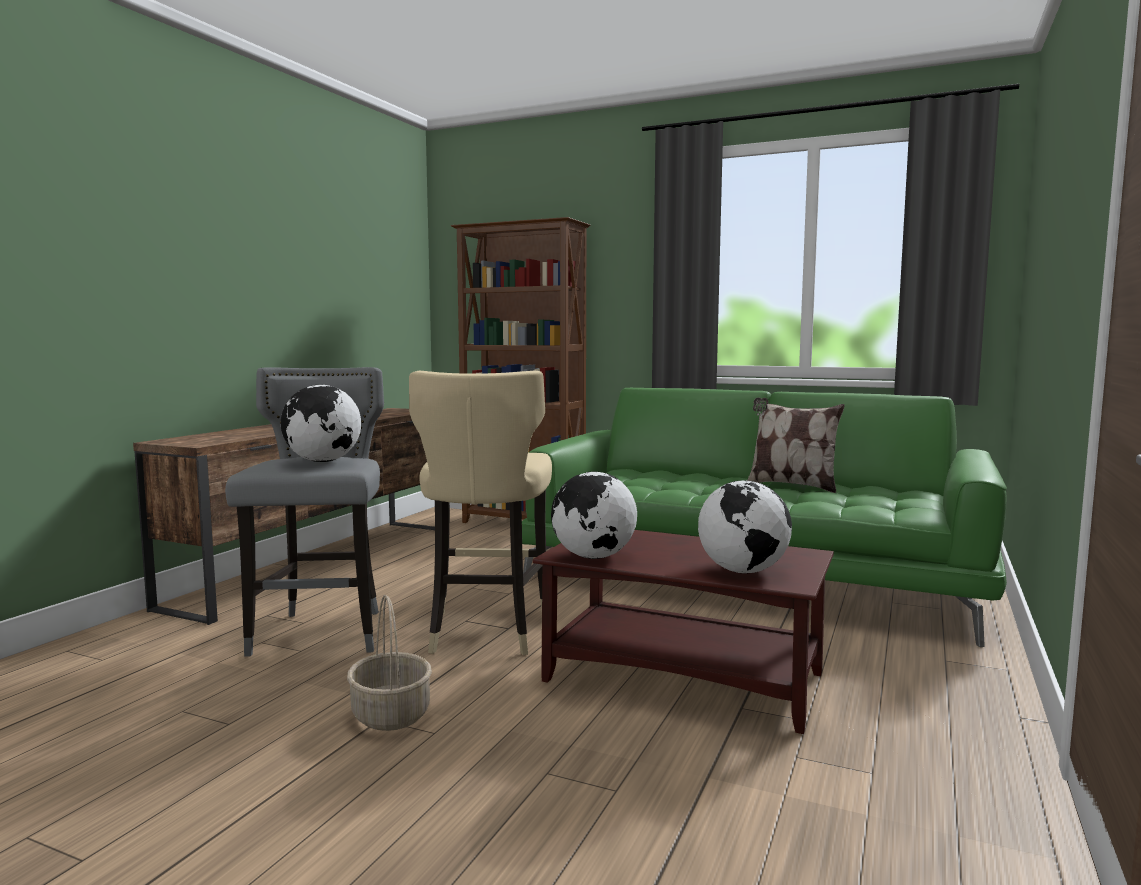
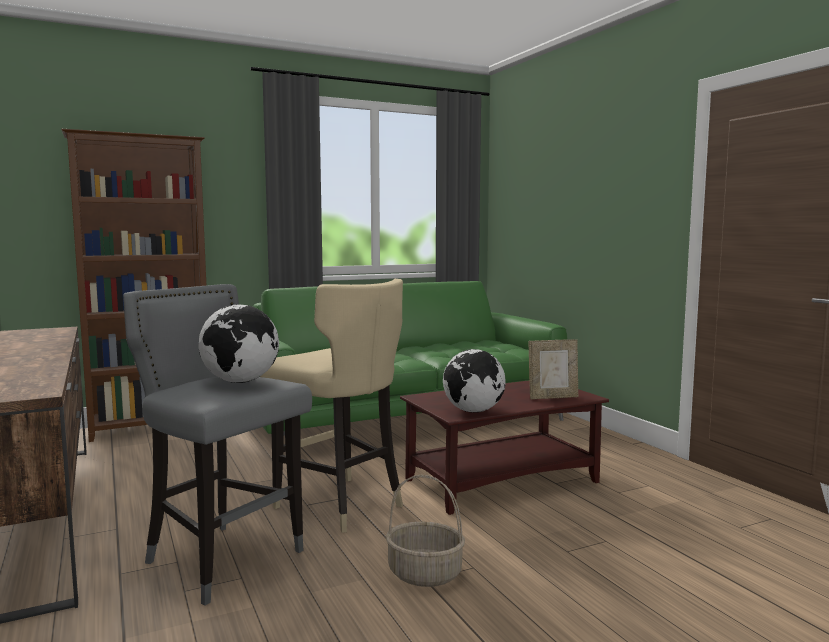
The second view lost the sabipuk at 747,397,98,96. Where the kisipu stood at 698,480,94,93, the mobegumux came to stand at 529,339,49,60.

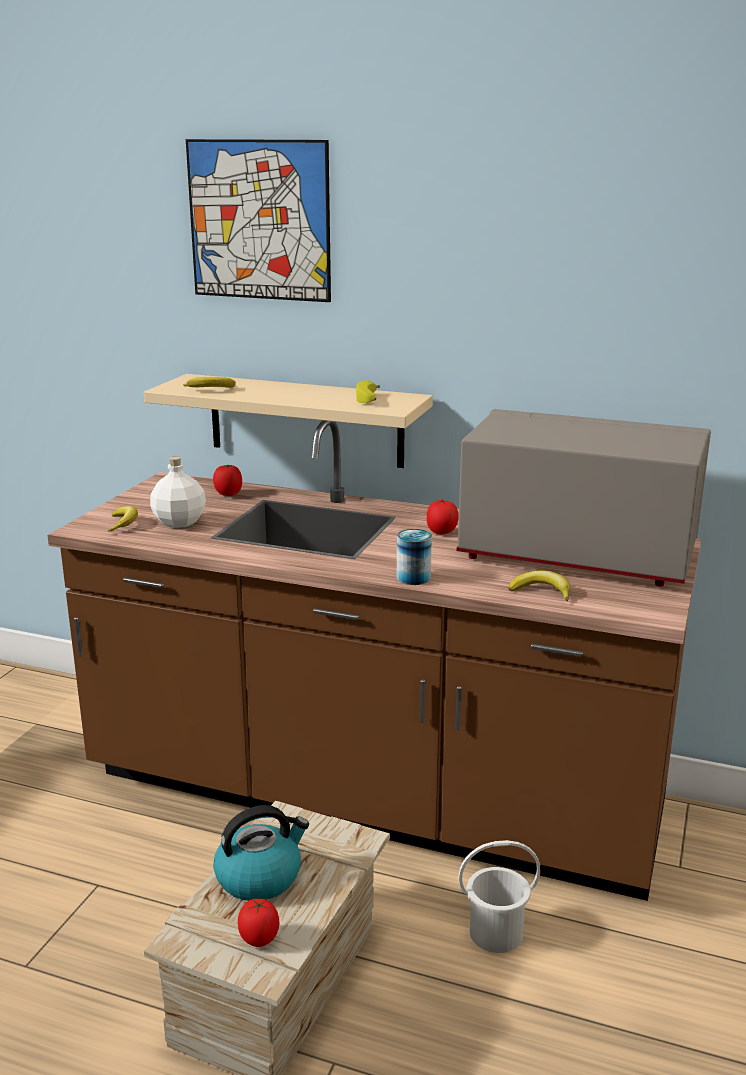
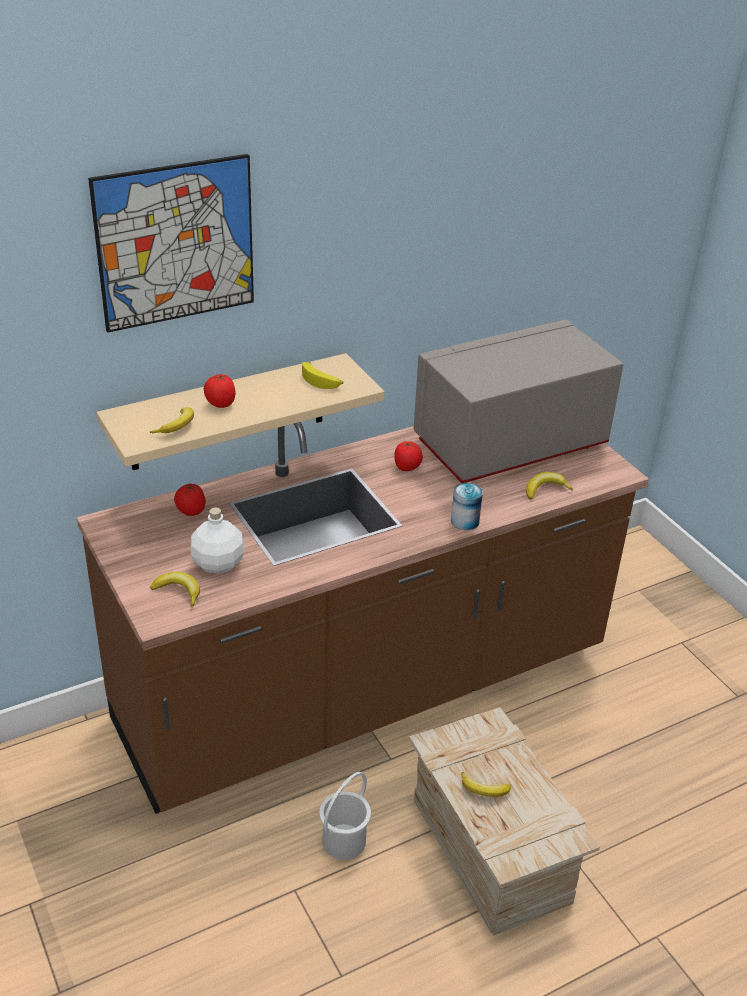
Where the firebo stood at 213,805,96,96, the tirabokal came to stand at 461,772,50,25. The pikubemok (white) ended up elsewhere, having gone from 458,840,83,113 to 319,772,52,88. The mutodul ended up elsewhere, having gone from 238,899,41,48 to 204,374,32,34.

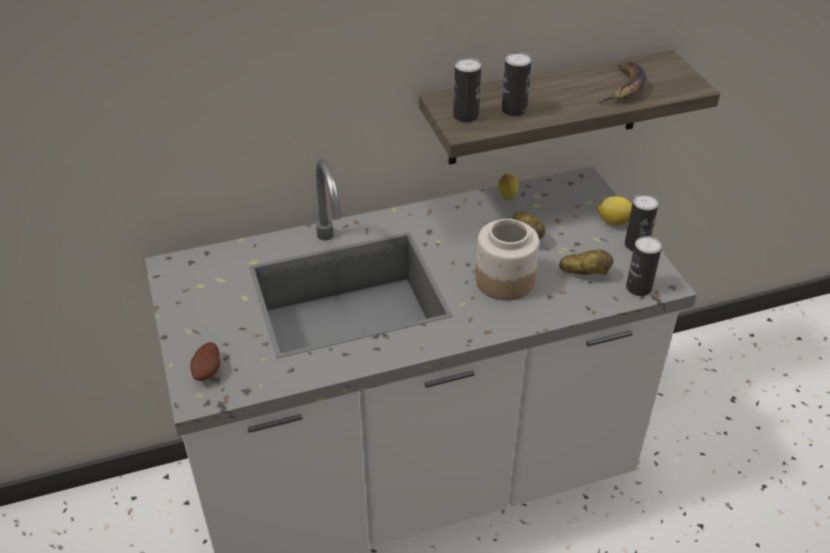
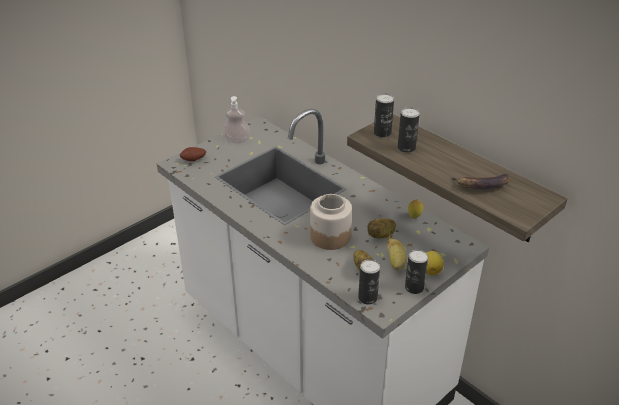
The second view gained the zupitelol at 223,96,27,47. The second view gained the tirabokal at 387,234,19,37.

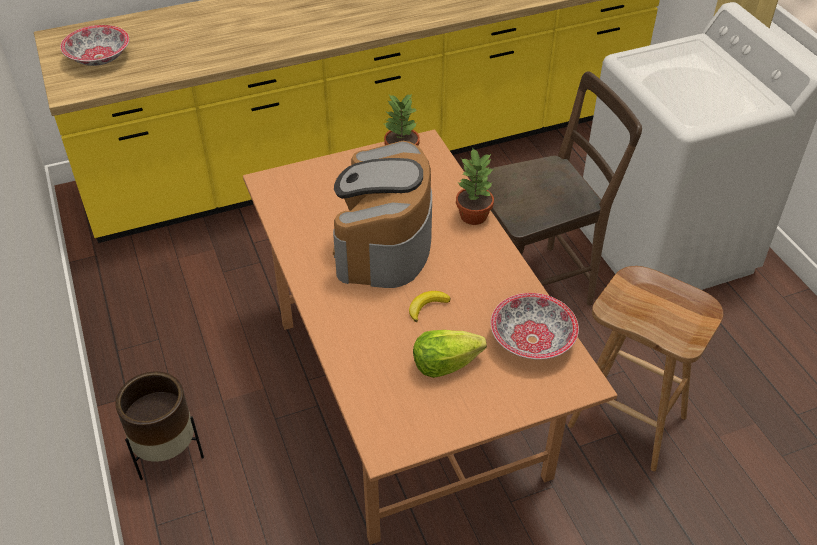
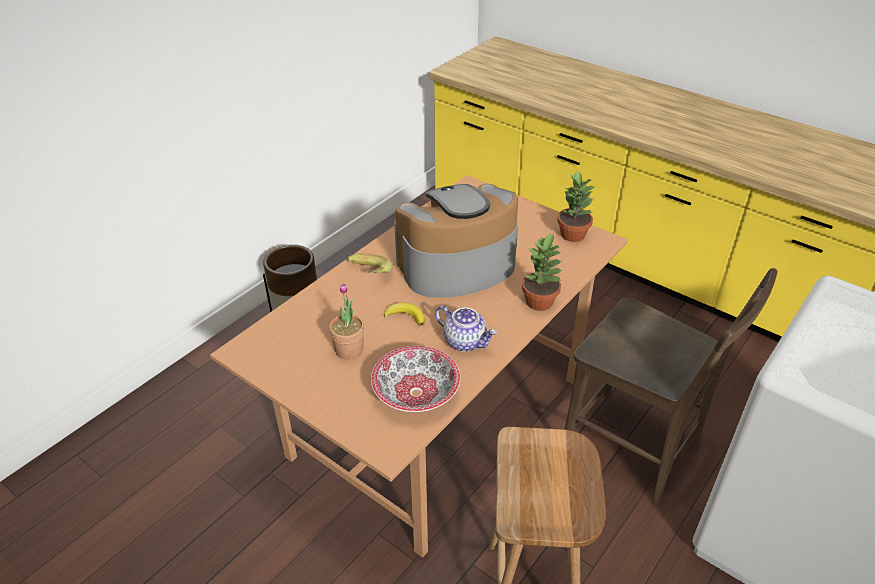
The second view lost the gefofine at 60,25,69,41. Where the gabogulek stood at 413,330,74,48, the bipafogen came to stand at 329,283,35,76. The second view gained the tirabokal at 347,253,46,20. The second view gained the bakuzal at 435,305,62,47.

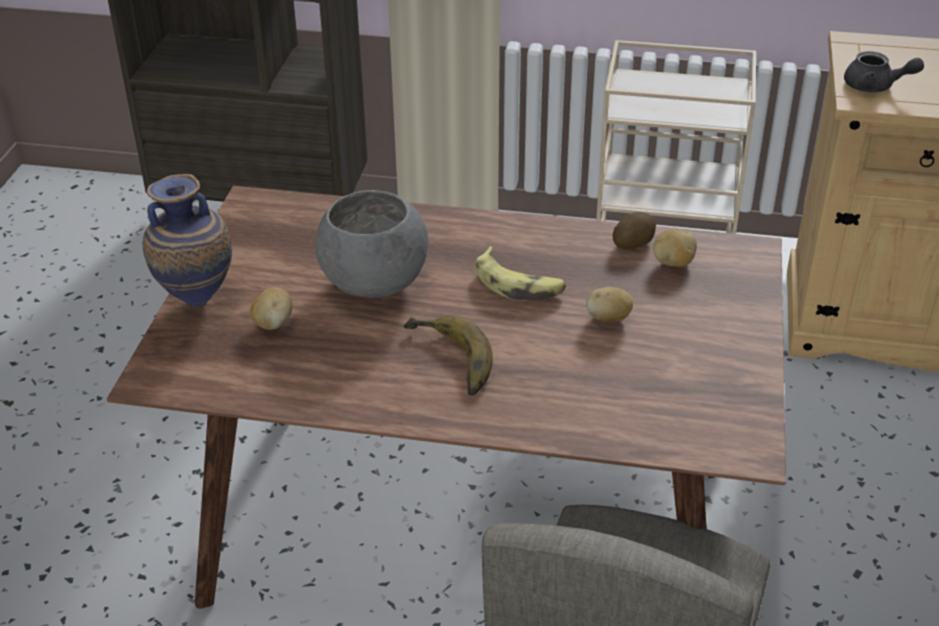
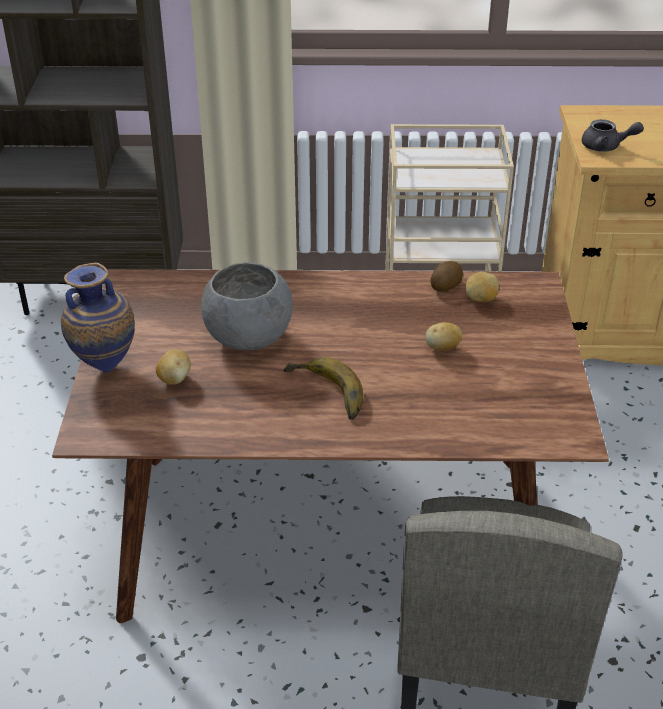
The second view lost the tirabokal at 475,246,91,55.

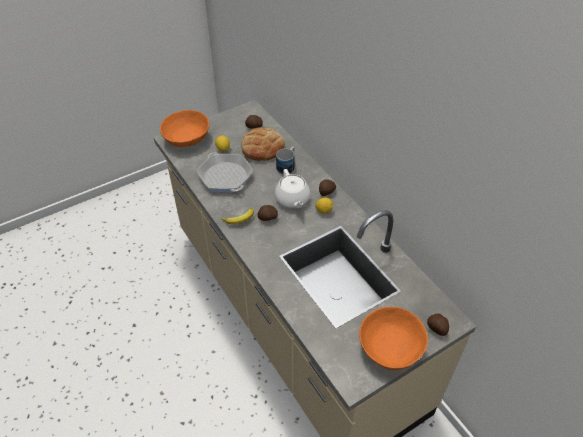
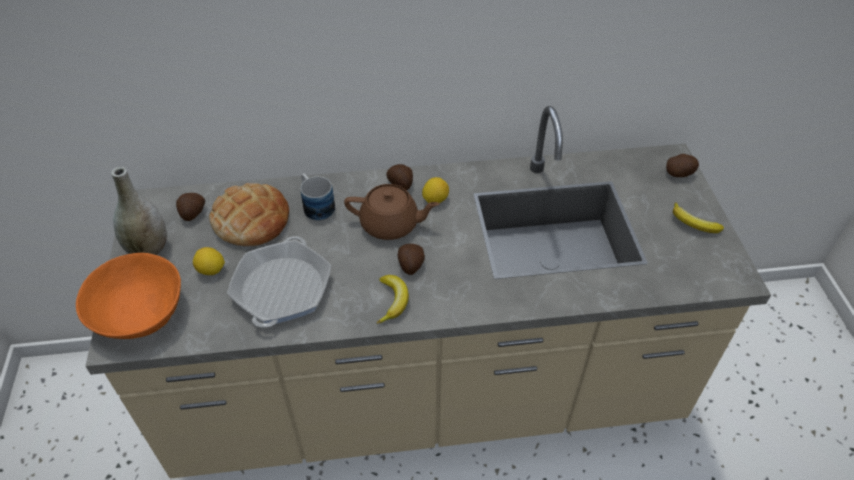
The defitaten at 197,152,56,40 ended up facing another way, 105 degrees clockwise from before. What was the bakuzal (white) at 275,169,35,39 turned into the bakuzal (brown) at 344,184,95,56. Where the gefofine (orange) stood at 359,307,69,63, the tirabokal came to stand at 673,202,51,31. The second view gained the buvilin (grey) at 111,167,56,88.

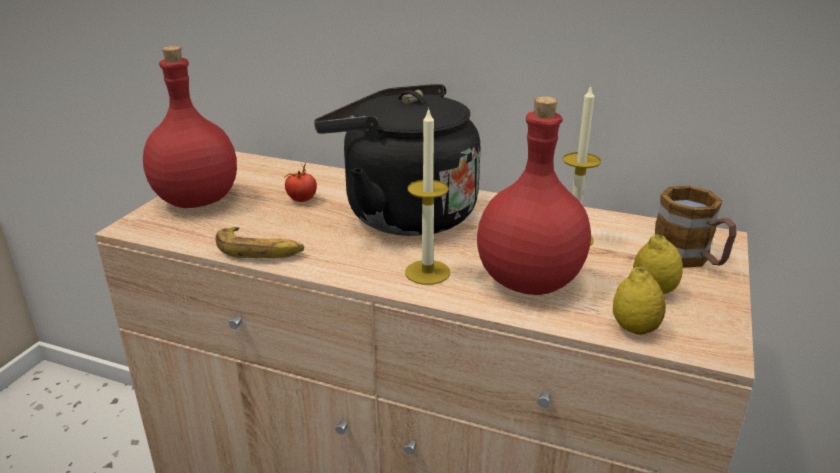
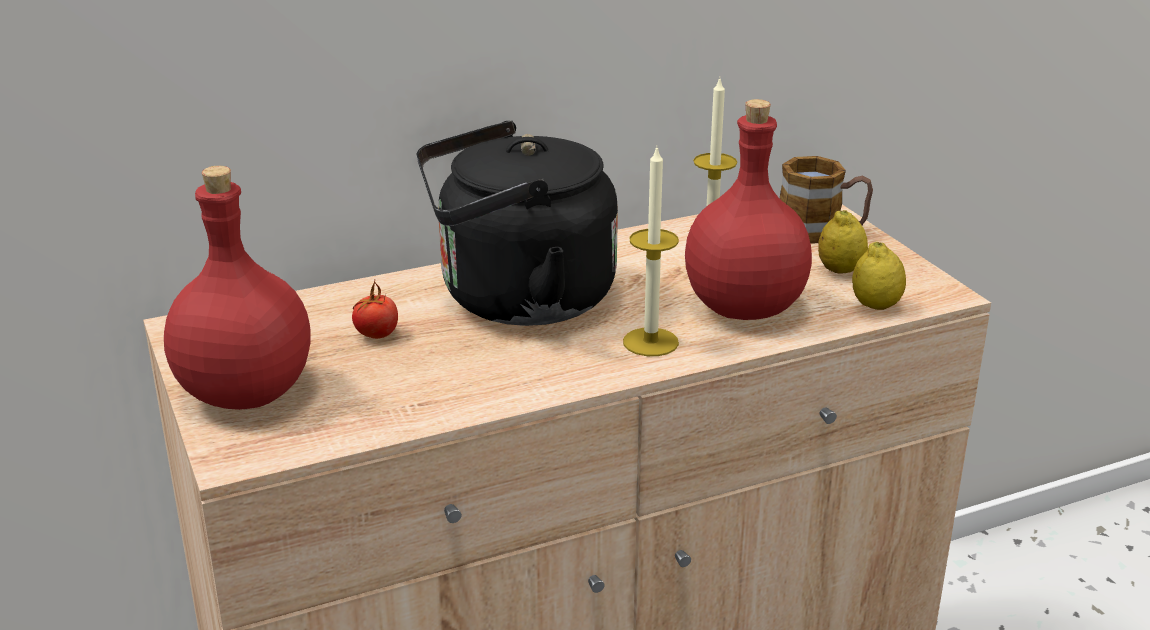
The second view lost the tirabokal at 216,227,88,31.

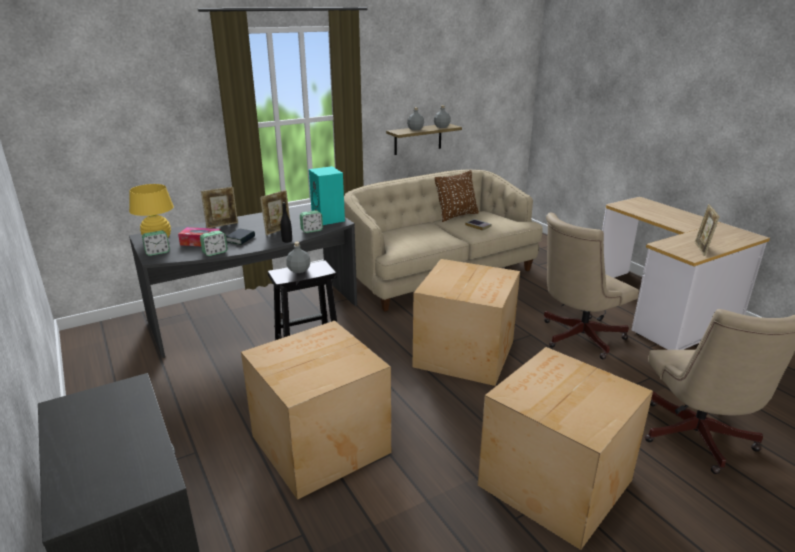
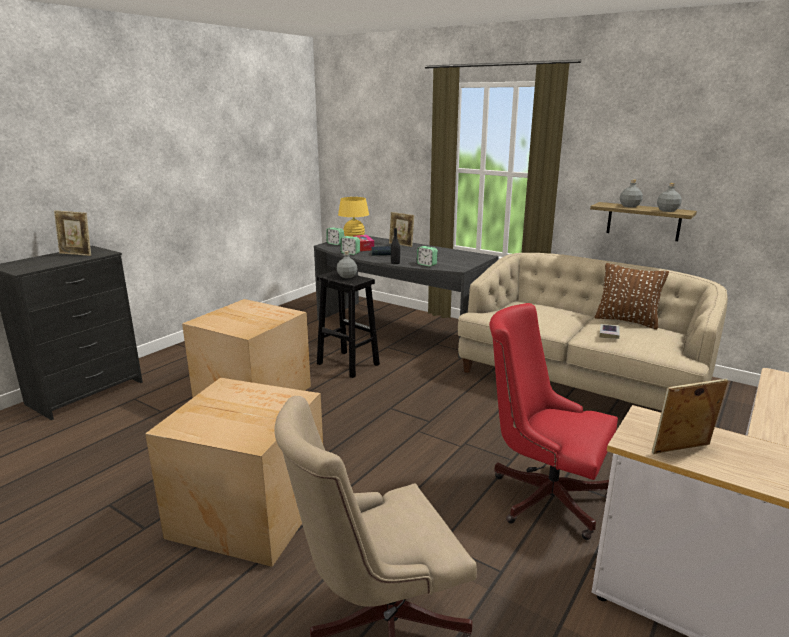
The second view lost the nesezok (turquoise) at 309,166,36,59. The mobegumux ended up elsewhere, having gone from 260,190,30,45 to 54,210,37,46. What was the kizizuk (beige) at 544,212,95,147 turned into the kizizuk (red) at 489,303,129,237. The second view lost the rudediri at 413,259,107,127.

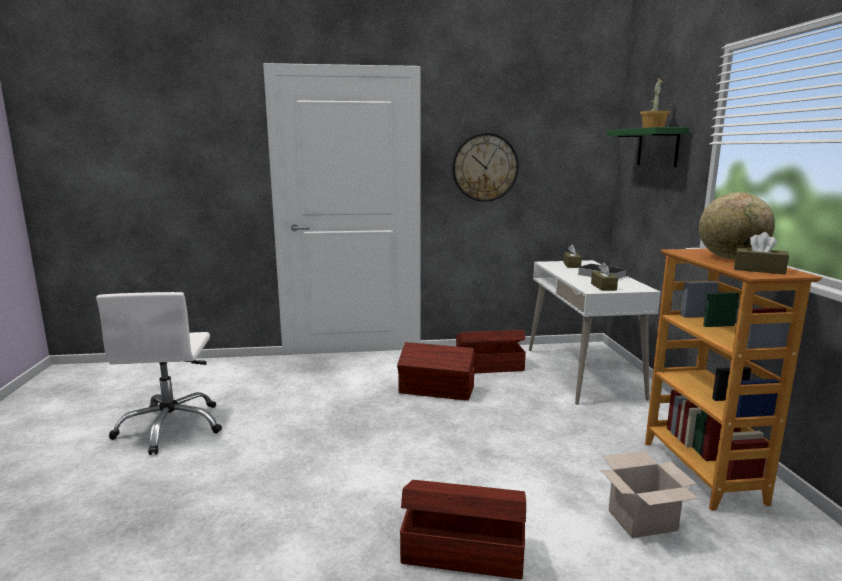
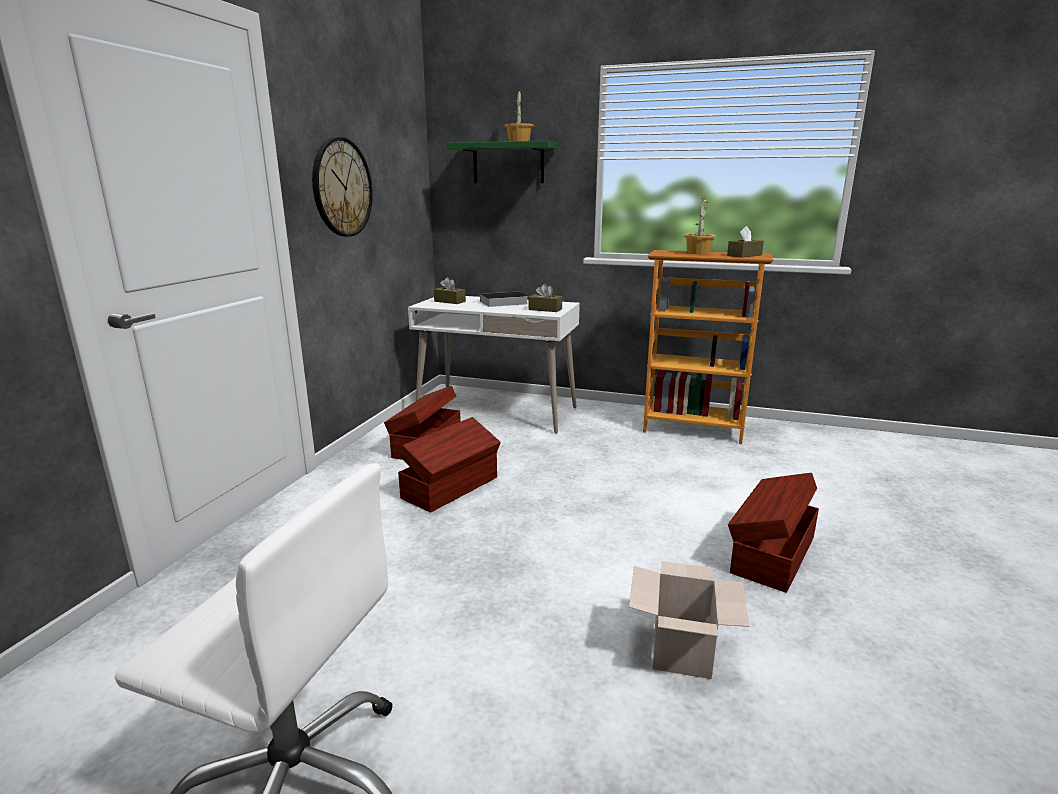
Where the kisipu stood at 699,193,76,66, the bipafogen came to stand at 684,198,32,56. The rudediri ended up elsewhere, having gone from 600,451,99,87 to 629,561,121,118.

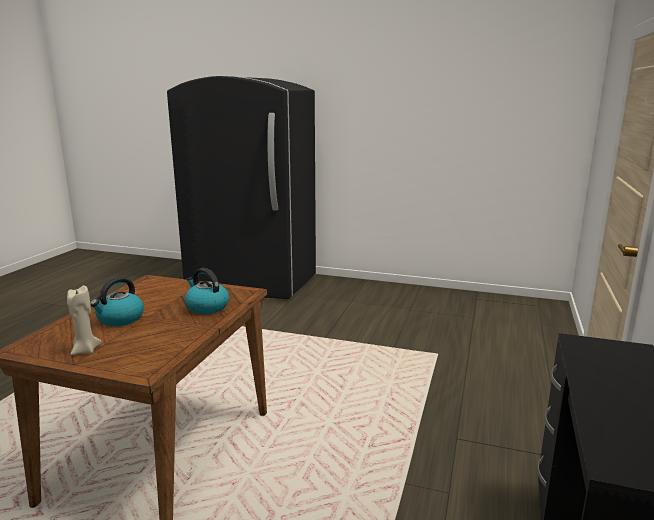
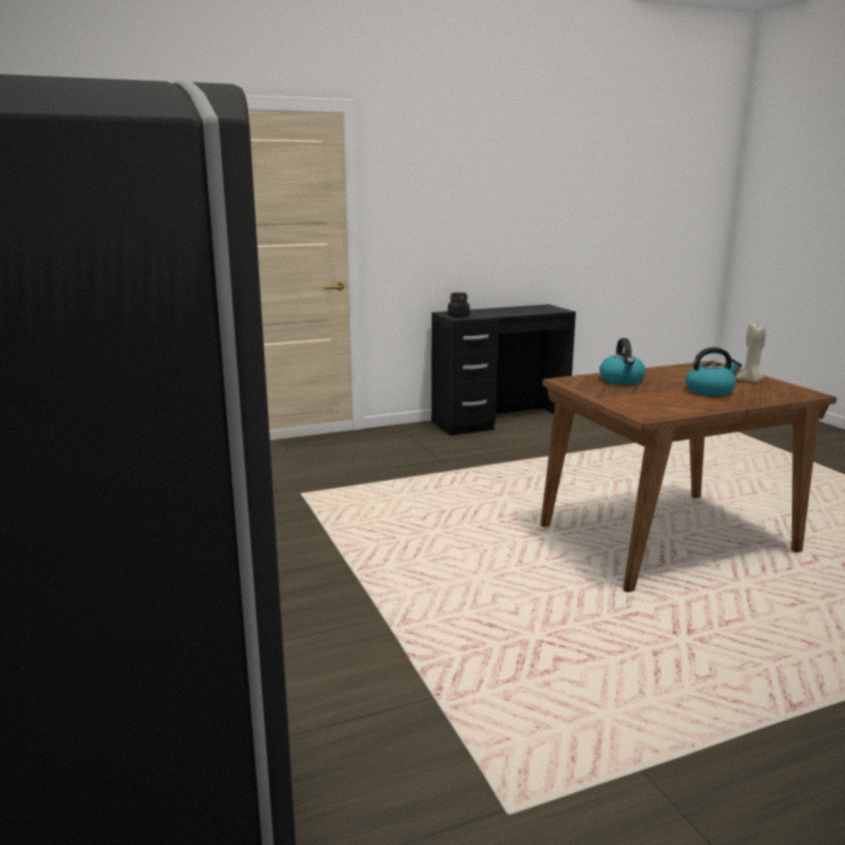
The second view gained the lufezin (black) at 448,292,22,25.

